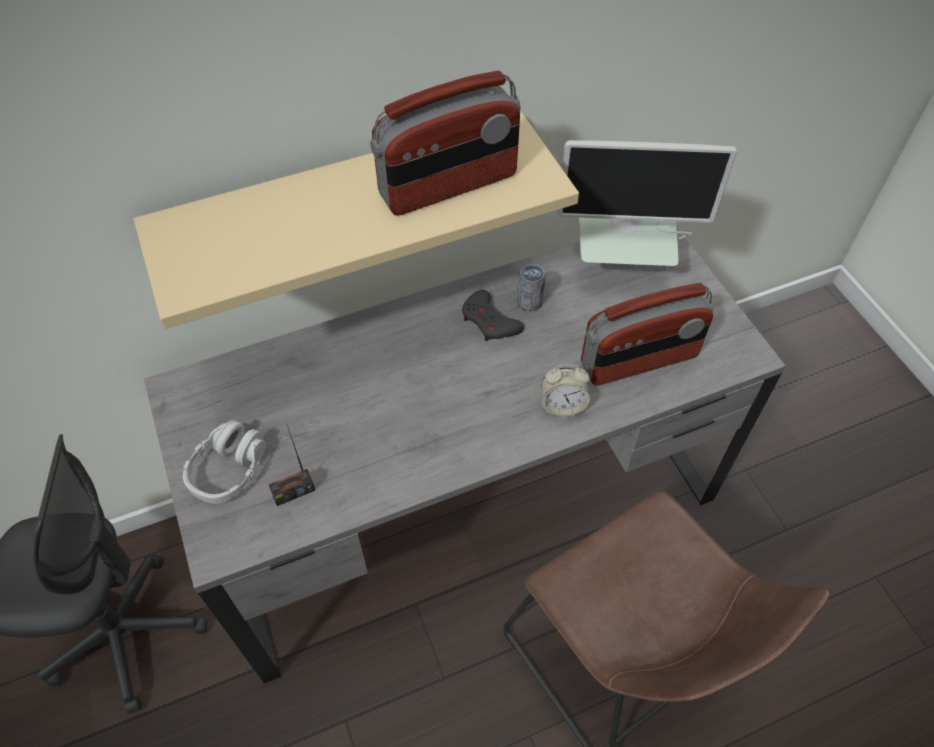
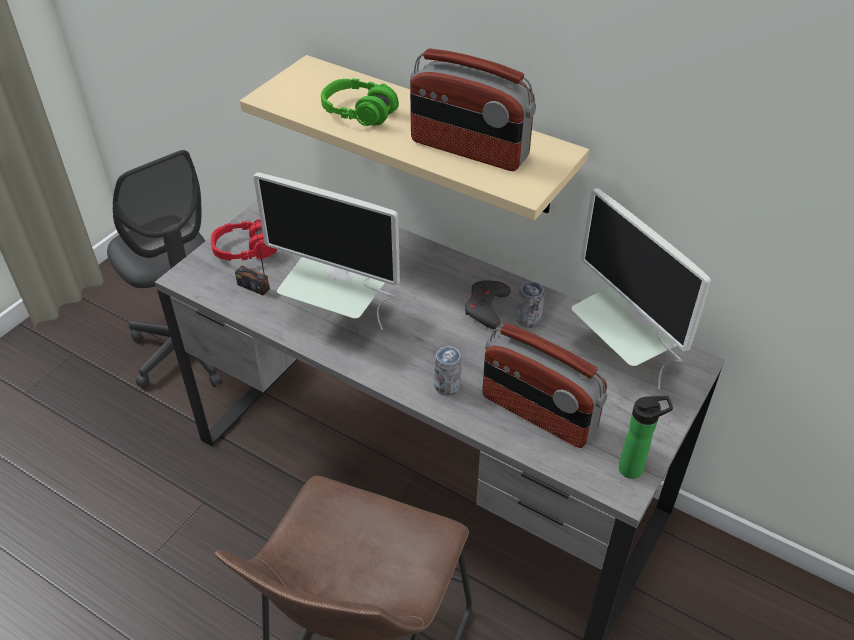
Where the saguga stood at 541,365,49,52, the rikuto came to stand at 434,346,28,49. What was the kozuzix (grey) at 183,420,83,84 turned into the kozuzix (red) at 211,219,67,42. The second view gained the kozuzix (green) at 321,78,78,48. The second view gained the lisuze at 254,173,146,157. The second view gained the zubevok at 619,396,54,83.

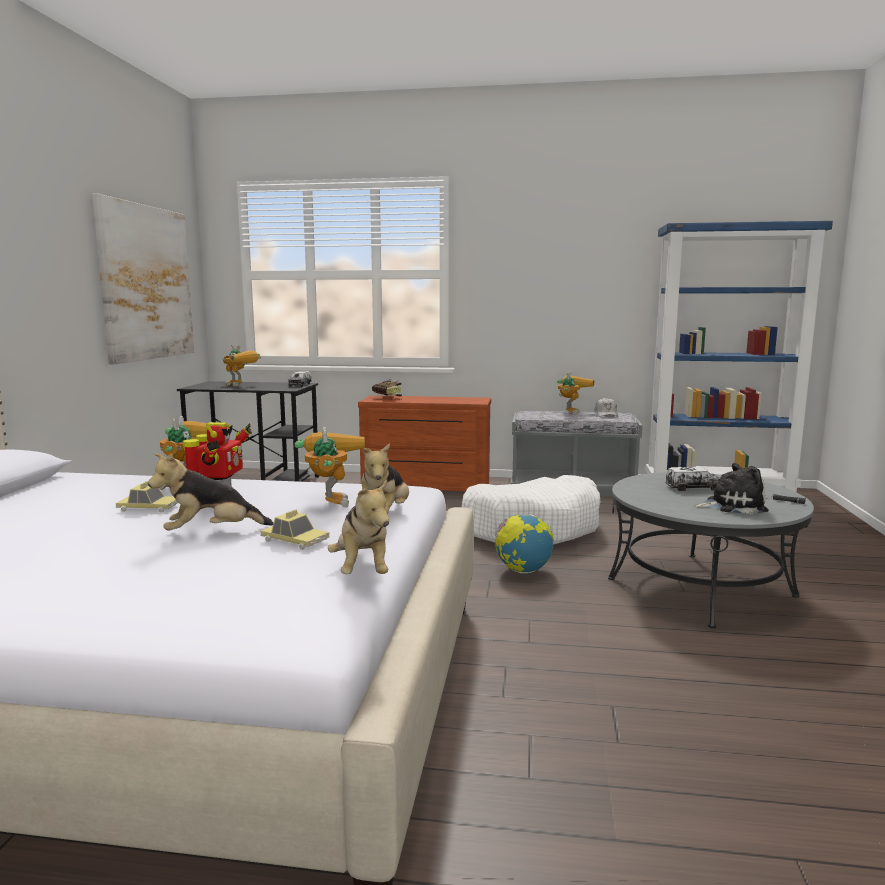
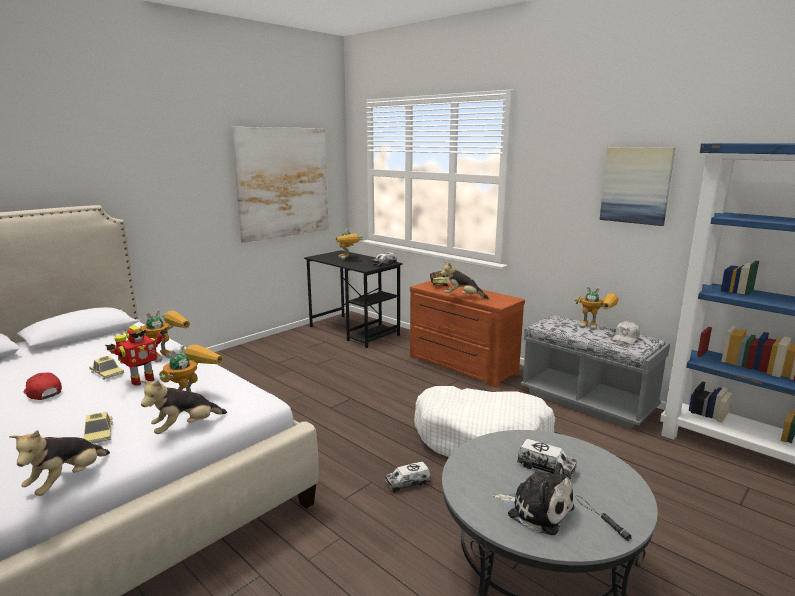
The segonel at 557,372,38,42 ended up facing another way, 60 degrees clockwise from before. The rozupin ended up elsewhere, having gone from 148,453,125,78 to 440,261,49,38. Where the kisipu stood at 495,515,59,59, the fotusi came to stand at 385,462,46,31. The second view gained the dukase at 600,147,75,79. The second view gained the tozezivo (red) at 24,373,38,27.

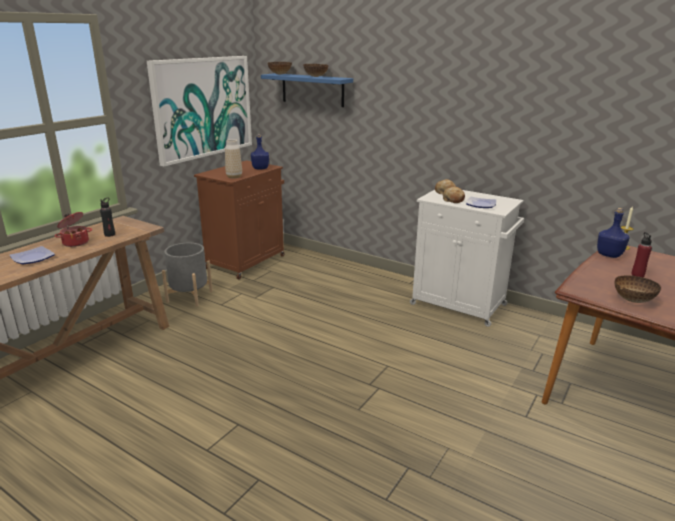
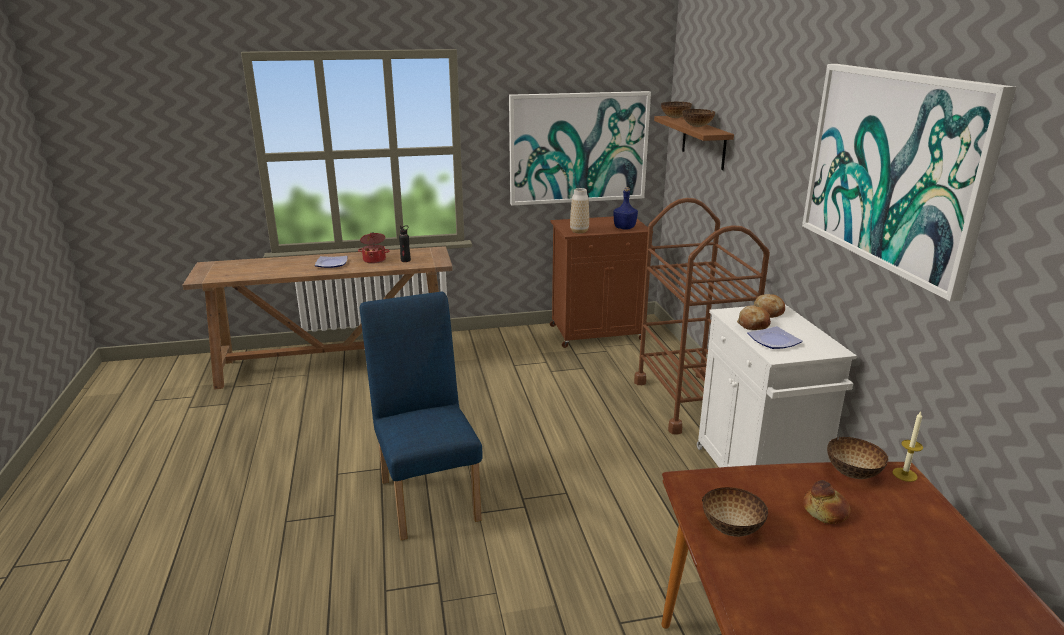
What was the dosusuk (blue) at 261,73,92,34 turned into the dosusuk (brown) at 654,116,80,54. Where the zubevok (blue) stood at 597,208,33,50, the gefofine came to stand at 827,437,62,42. Where the zubevok (red) stood at 631,232,21,45, the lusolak came to stand at 803,480,48,44. The second view lost the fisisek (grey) at 162,243,51,64. The second view gained the dukase at 802,64,215,238. The second view gained the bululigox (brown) at 634,198,136,237. The second view gained the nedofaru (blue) at 360,291,123,249.

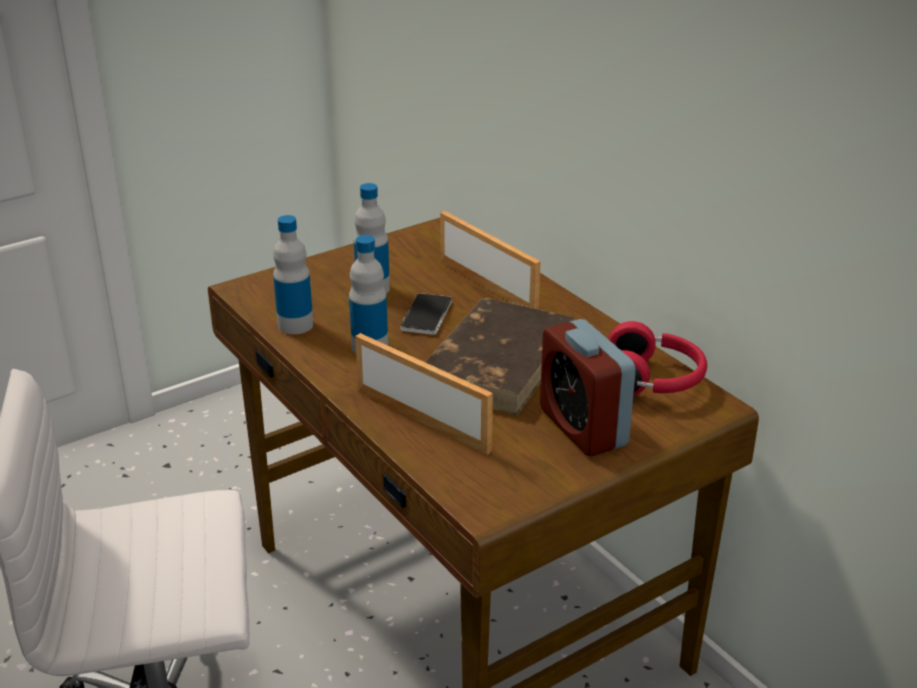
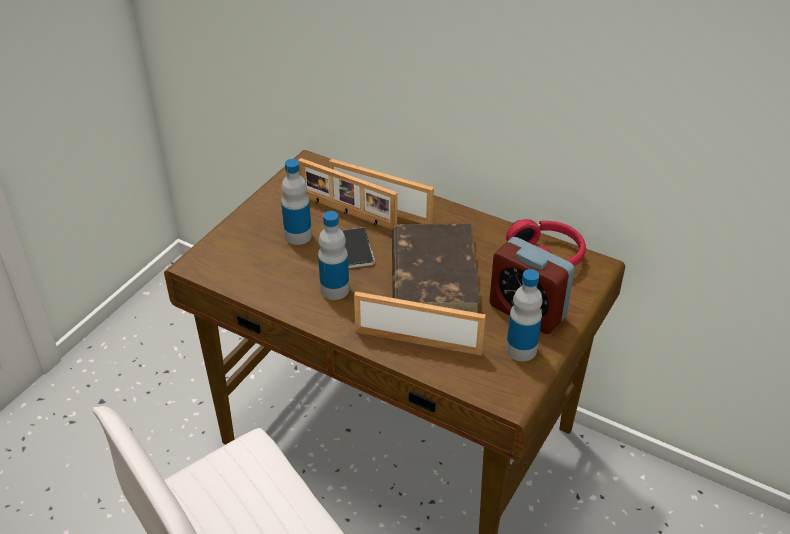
The zubevok ended up elsewhere, having gone from 273,215,40,119 to 506,269,37,92. The second view gained the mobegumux at 298,158,99,72.

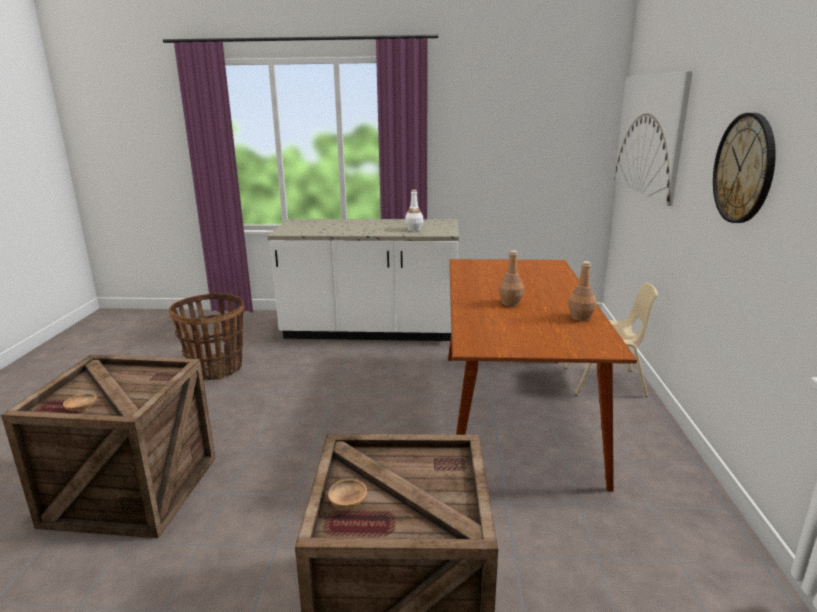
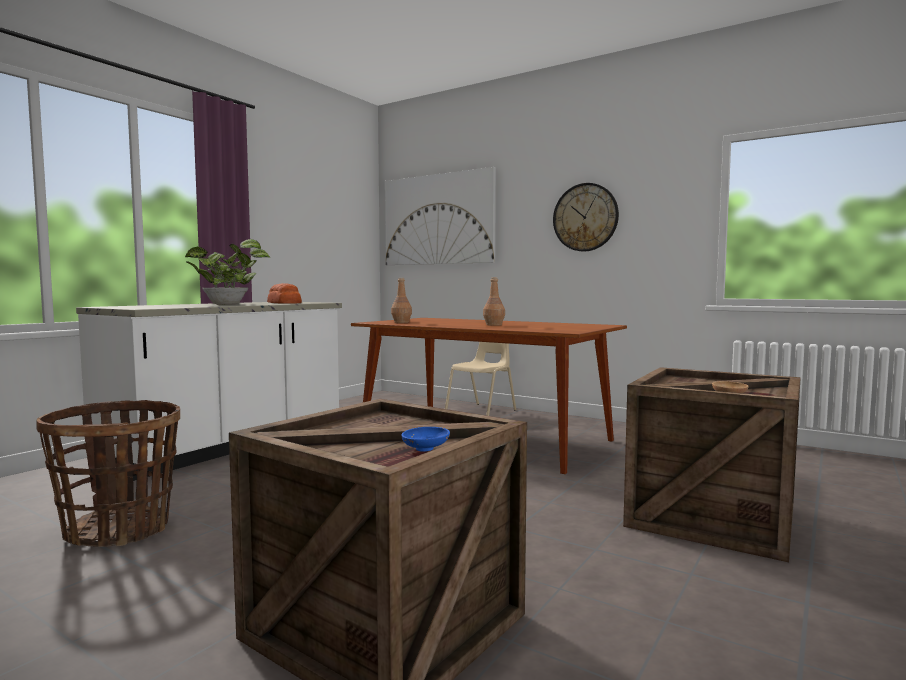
Where the zubevok (white) stood at 405,190,19,41, the lusolak came to stand at 267,283,35,21. The zubevok (brown) ended up elsewhere, having gone from 568,261,29,60 to 391,278,21,45. What was the gefofine (brown) at 63,394,34,17 turned into the gefofine (blue) at 401,427,49,25. The second view gained the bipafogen at 185,239,85,66.

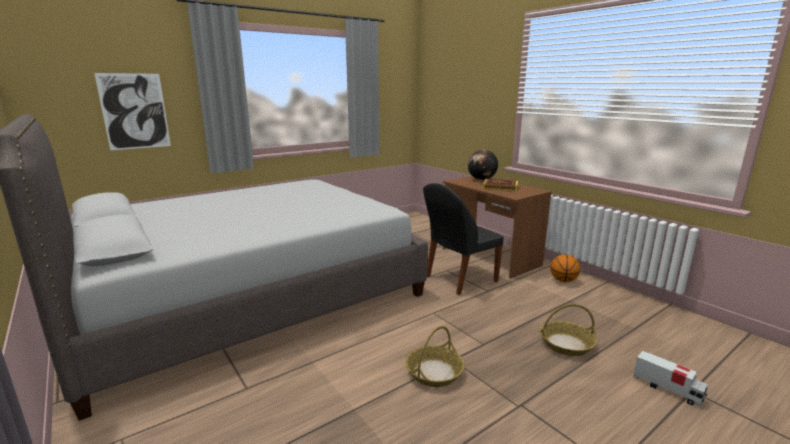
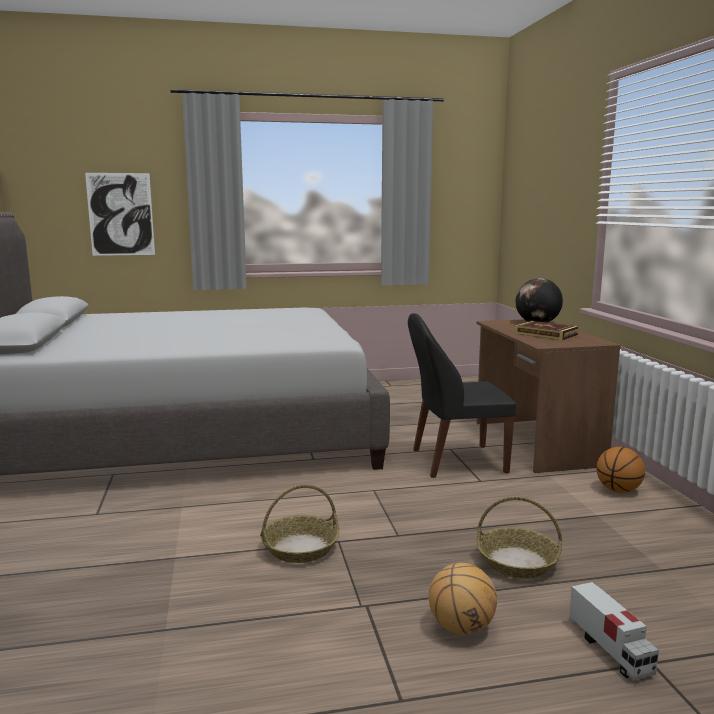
The second view gained the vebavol at 429,563,68,72.

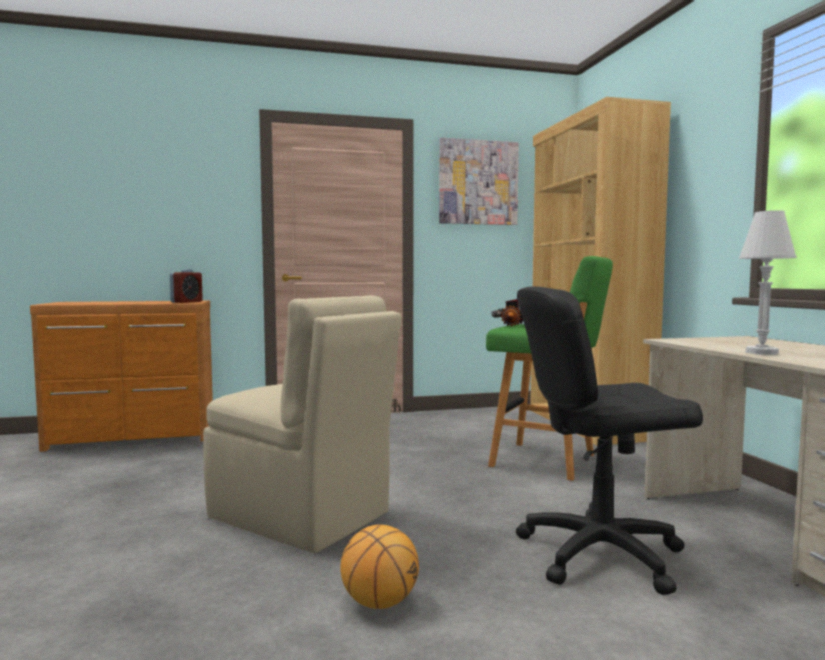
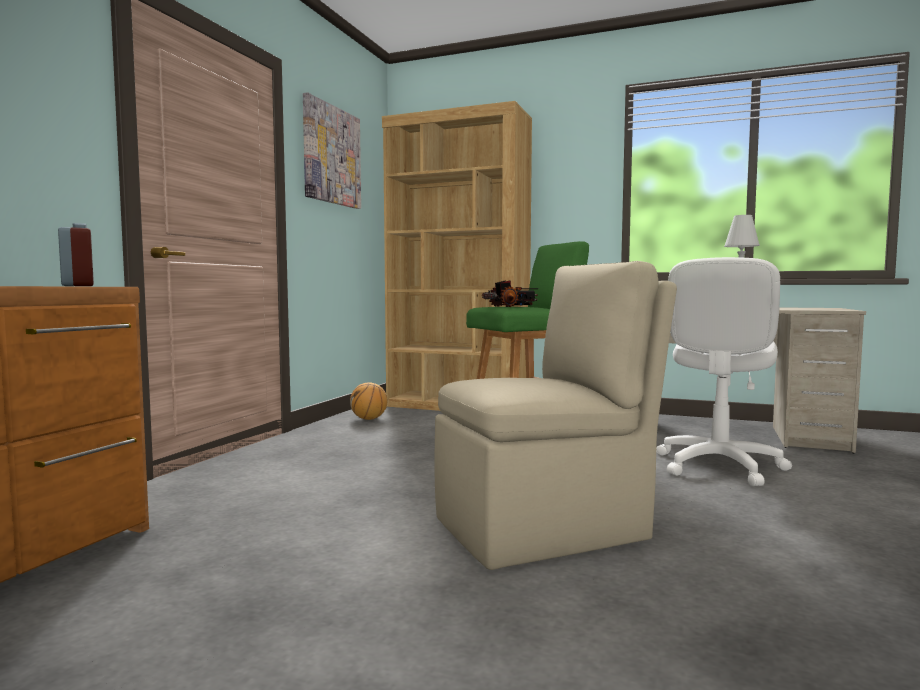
What was the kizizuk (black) at 516,286,187,309 turned into the kizizuk (white) at 656,257,136,229. The vebavol ended up elsewhere, having gone from 340,524,79,85 to 350,382,38,38.

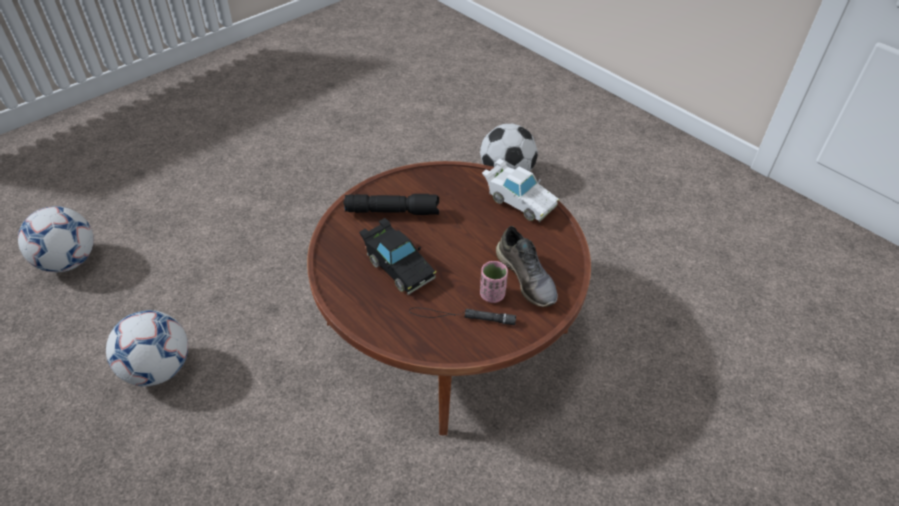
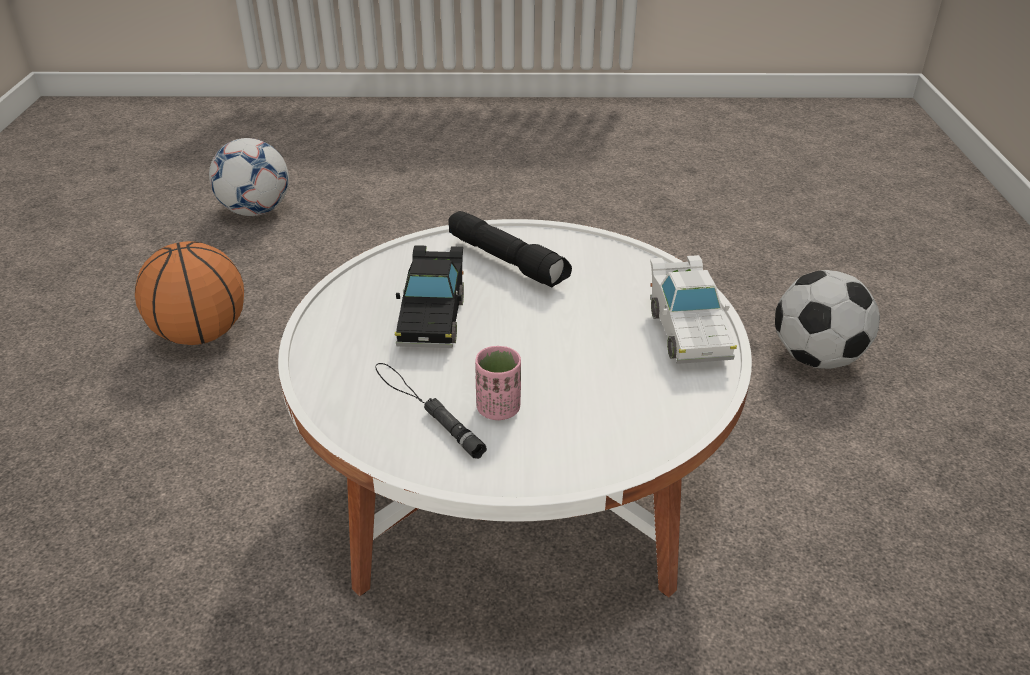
What was the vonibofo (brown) at 307,161,284,275 turned into the vonibofo (white) at 278,219,474,378. The second view lost the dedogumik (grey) at 496,226,62,81. Where the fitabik stood at 106,310,82,76, the vebavol came to stand at 135,241,109,104.

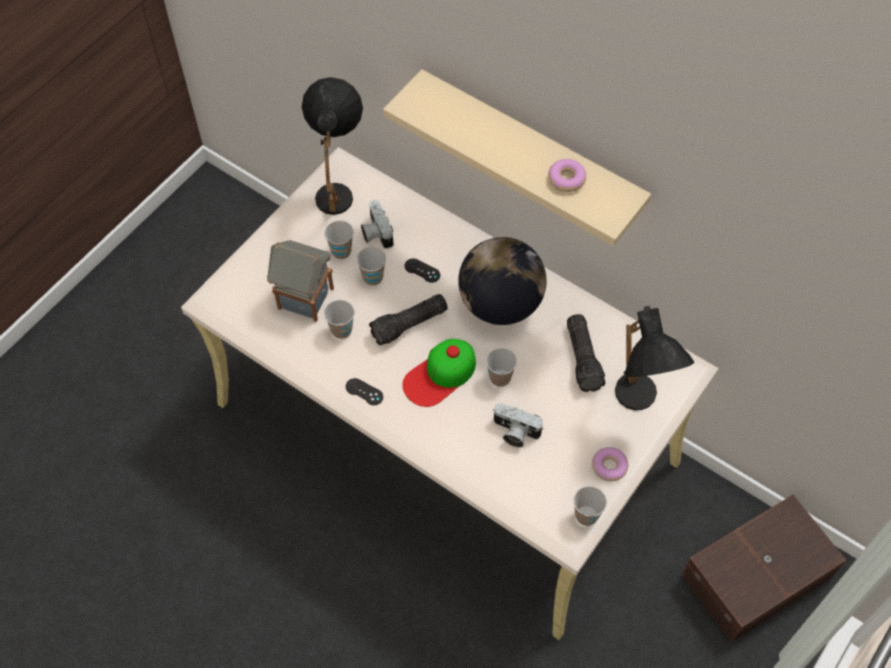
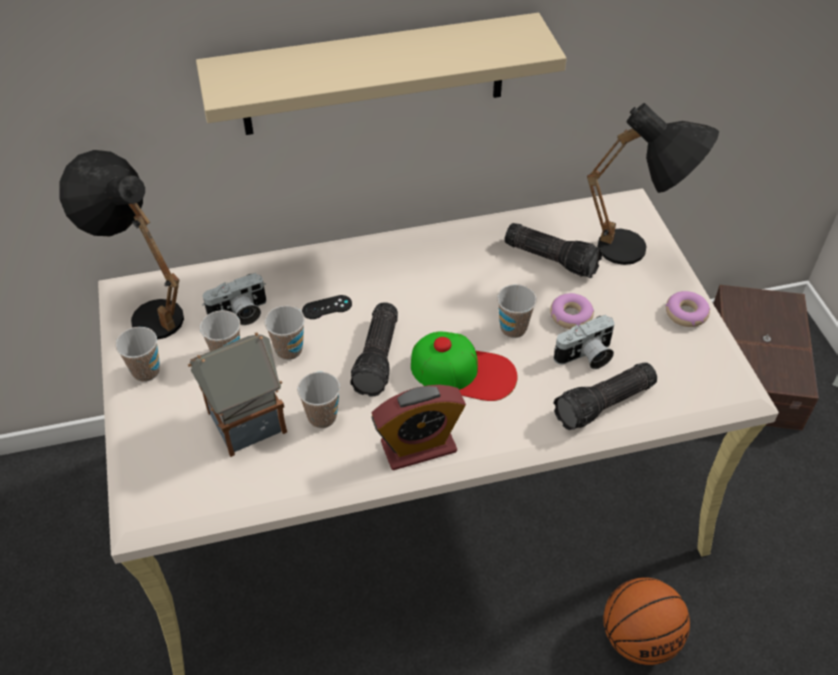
The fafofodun ended up elsewhere, having gone from 548,159,38,33 to 550,293,44,36. The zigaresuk at 361,200,33,49 ended up facing another way, 45 degrees counterclockwise from before. The second view lost the kisipu at 458,237,89,88. The tozezivo at 402,339,74,68 ended up facing another way, 75 degrees counterclockwise from before. Where the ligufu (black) stood at 346,378,37,27, the saguga came to stand at 371,385,95,85. The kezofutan ended up elsewhere, having gone from 574,486,33,40 to 115,327,45,55. The second view gained the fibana at 554,362,103,68. The second view gained the vebavol at 604,577,86,88.

